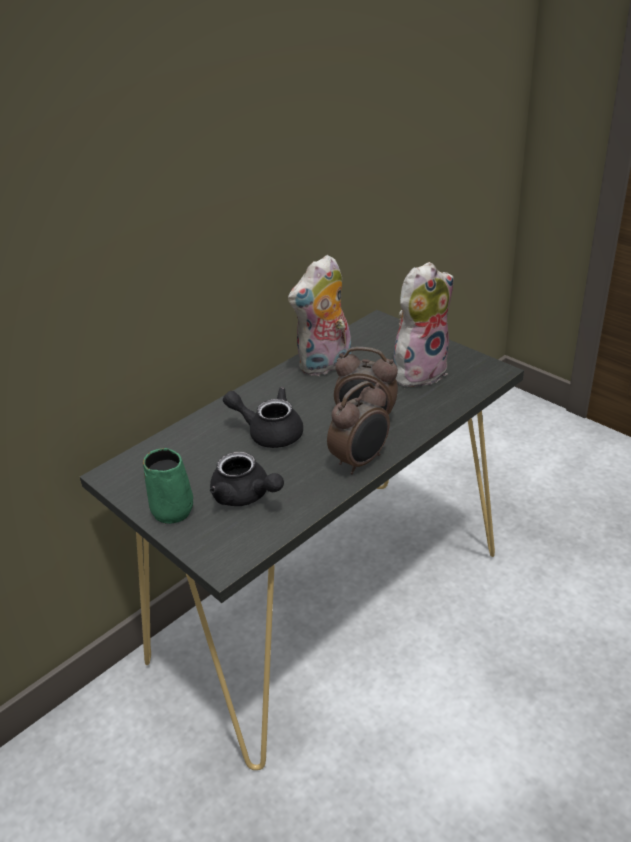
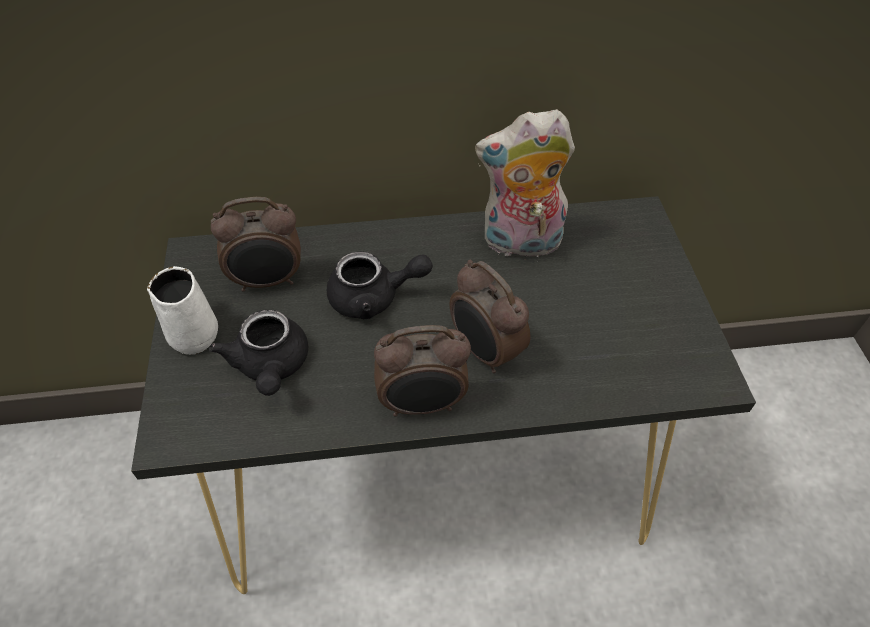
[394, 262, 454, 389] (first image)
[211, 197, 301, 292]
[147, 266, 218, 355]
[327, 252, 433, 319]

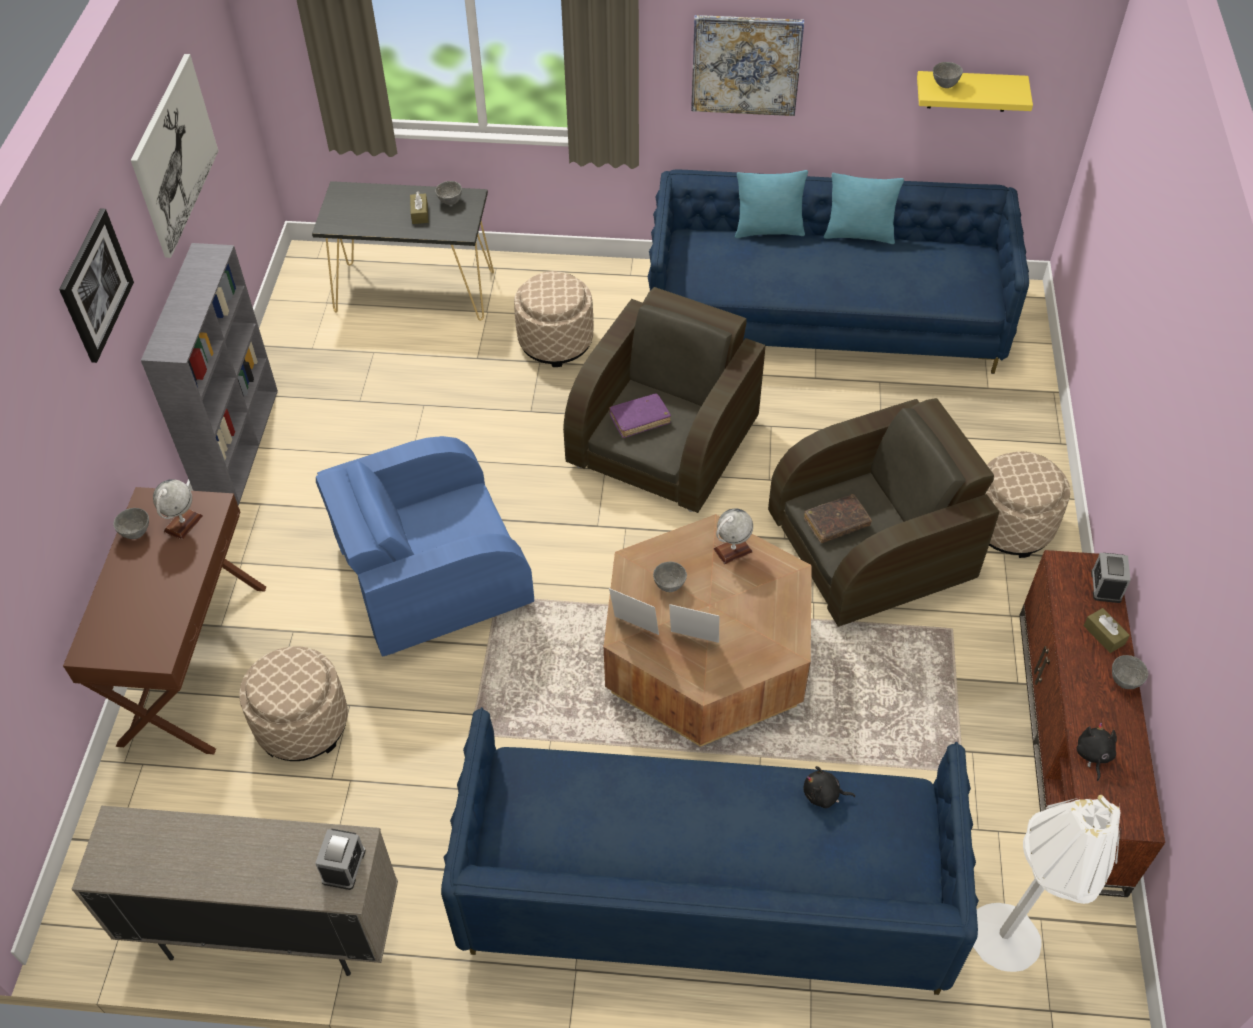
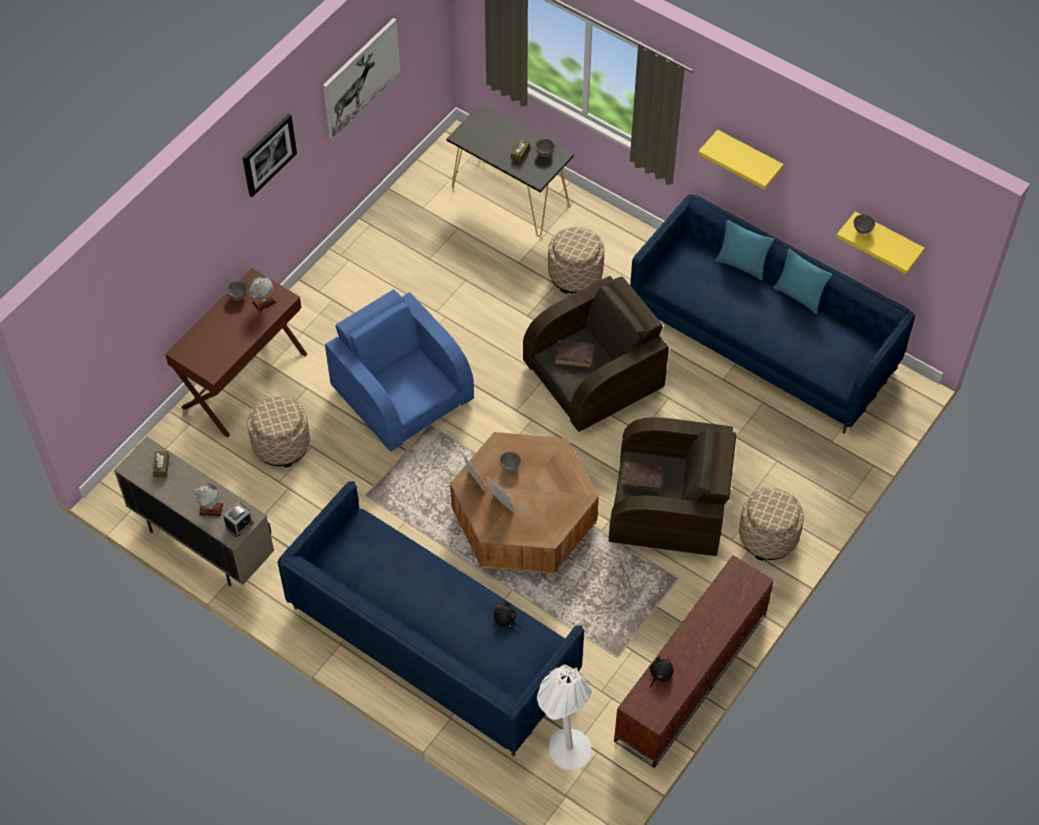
[141, 243, 278, 506] (first image)
[1091, 553, 1131, 603] (first image)
[1112, 655, 1148, 689] (first image)
[193, 484, 223, 516]
[153, 451, 169, 477]
[698, 130, 784, 189]
[555, 340, 594, 367]
[325, 289, 474, 452]

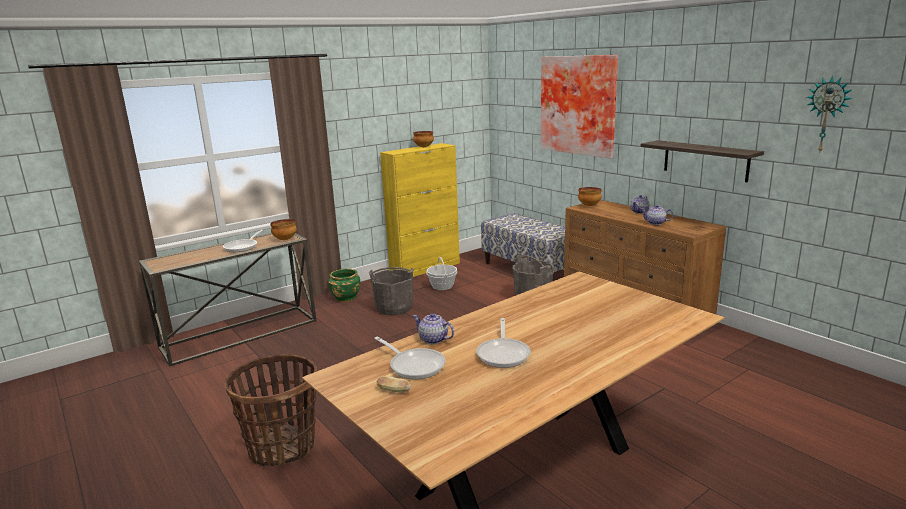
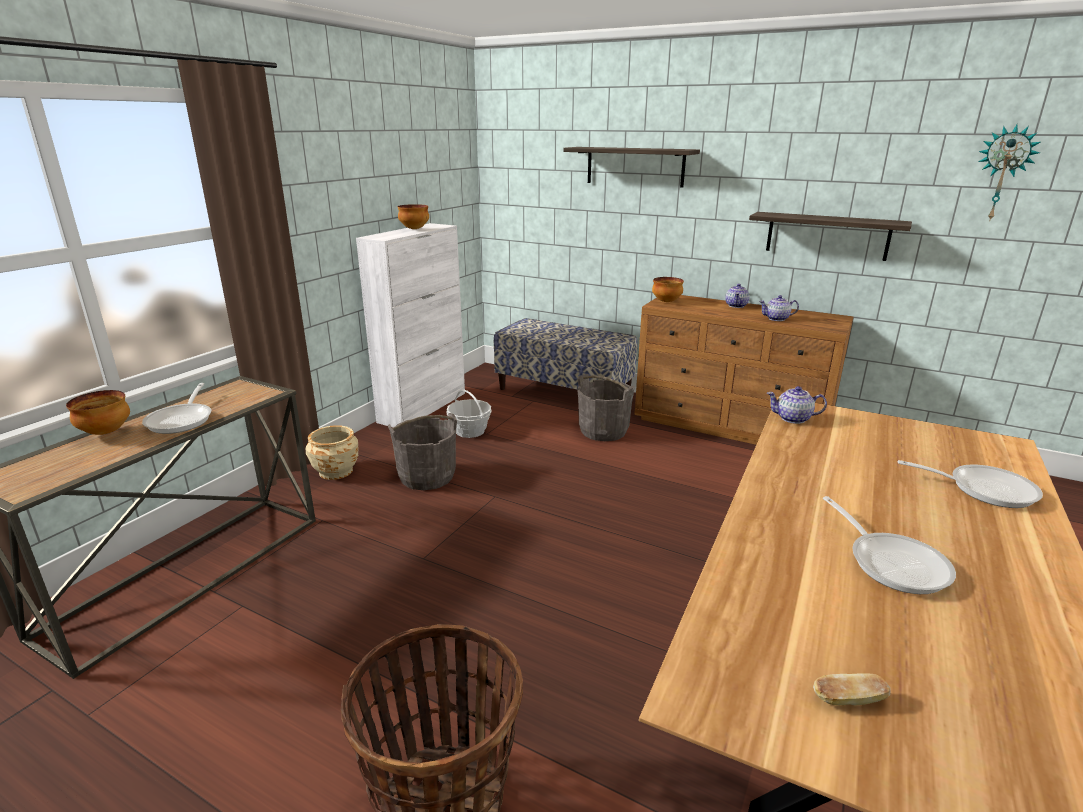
[66, 390, 130, 435]
[898, 460, 1043, 508]
[767, 386, 827, 424]
[563, 147, 700, 188]
[306, 425, 358, 480]
[356, 223, 465, 428]

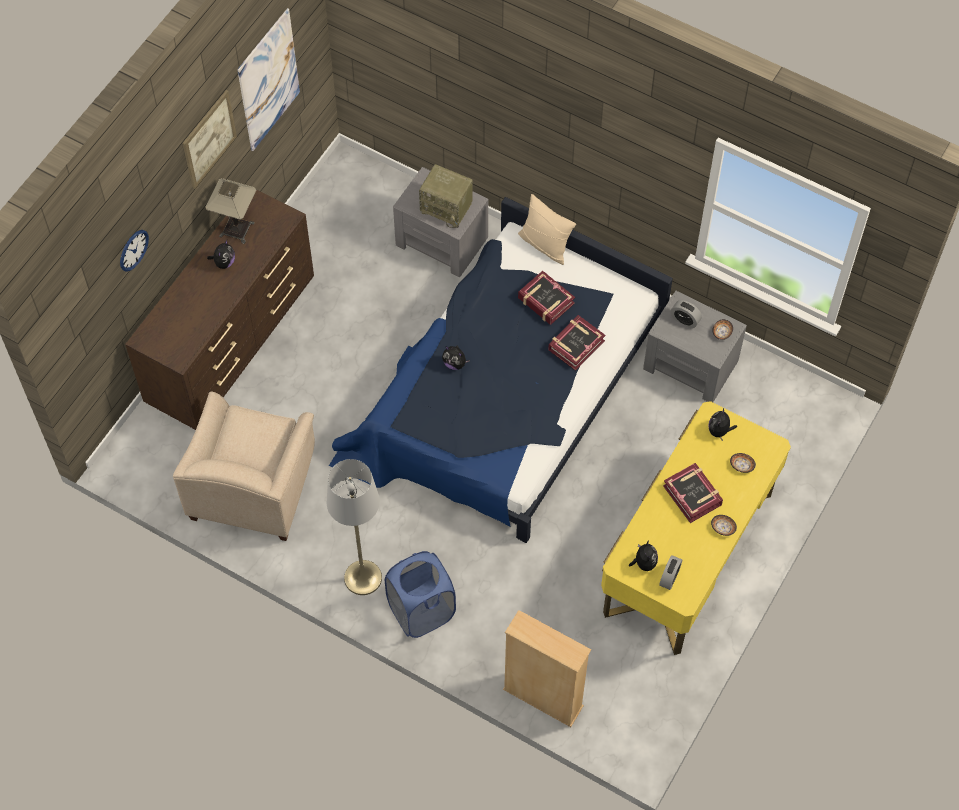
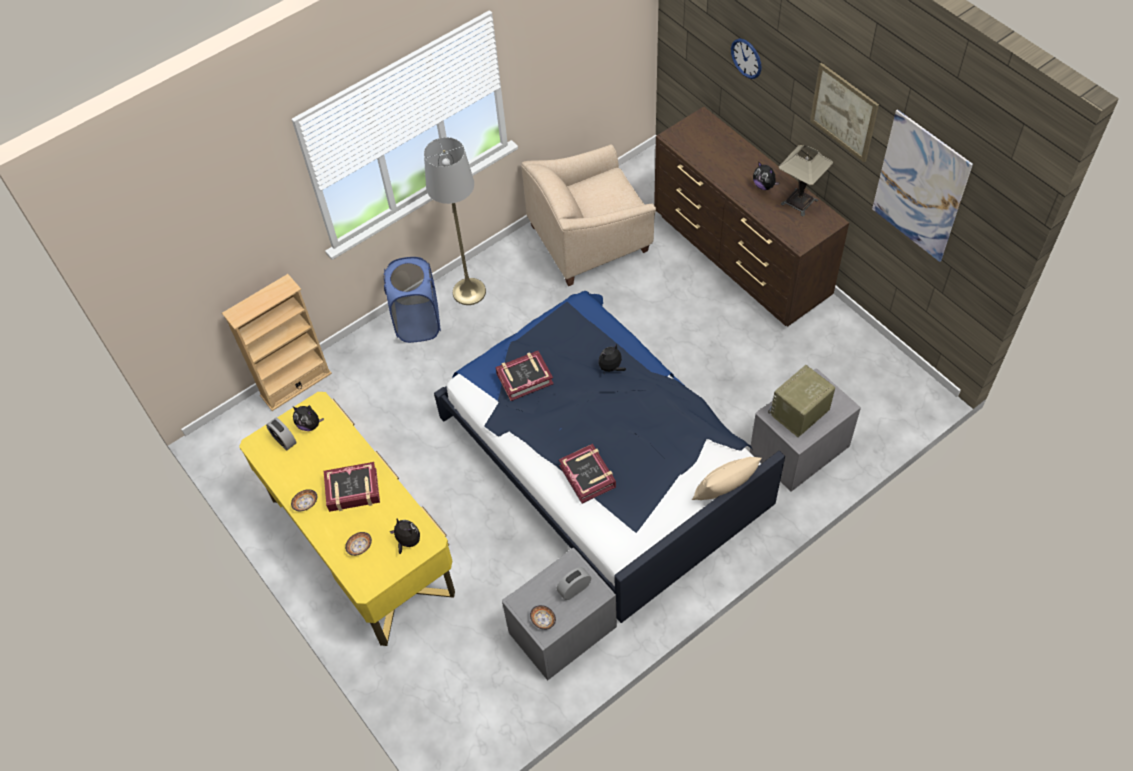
[496, 351, 554, 401]
[521, 144, 656, 286]

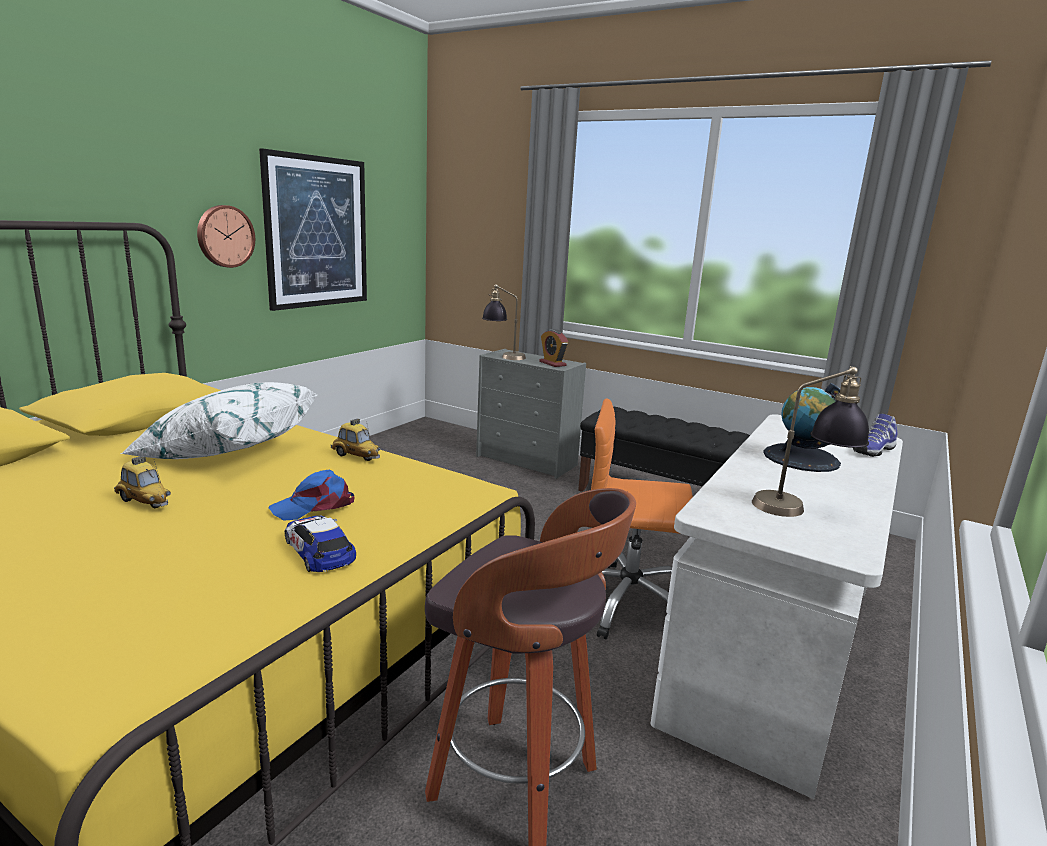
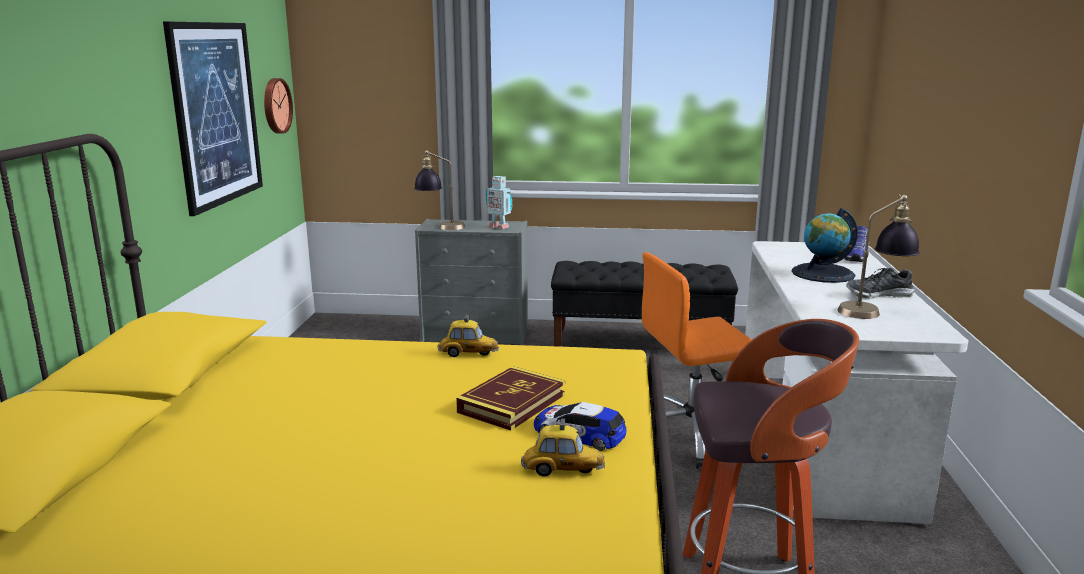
[120, 382, 317, 459] (first image)
[846, 268, 914, 299]
[521, 419, 605, 477]
[264, 78, 293, 134]
[456, 366, 565, 431]
[486, 176, 512, 229]

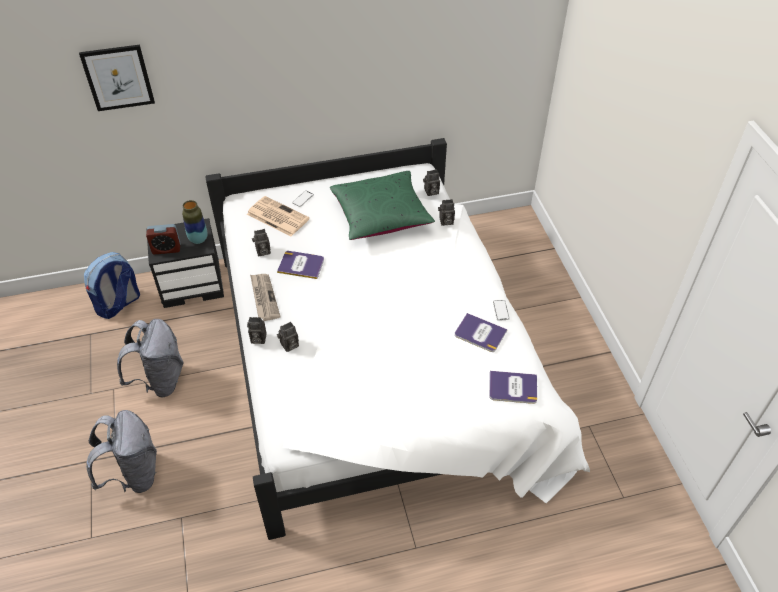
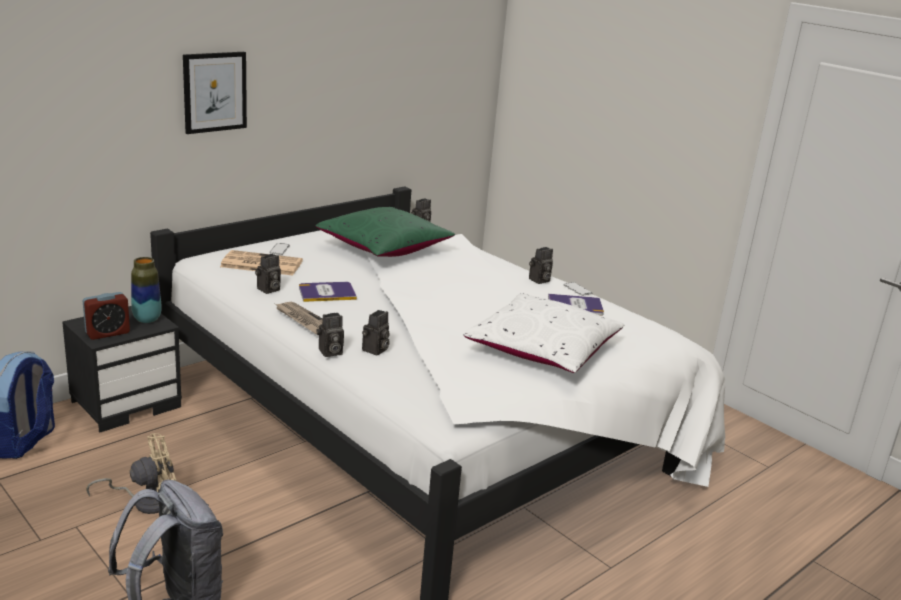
[489, 371, 537, 404] (first image)
[463, 293, 624, 373]
[183, 52, 247, 134]
[529, 247, 553, 284]
[86, 433, 176, 514]

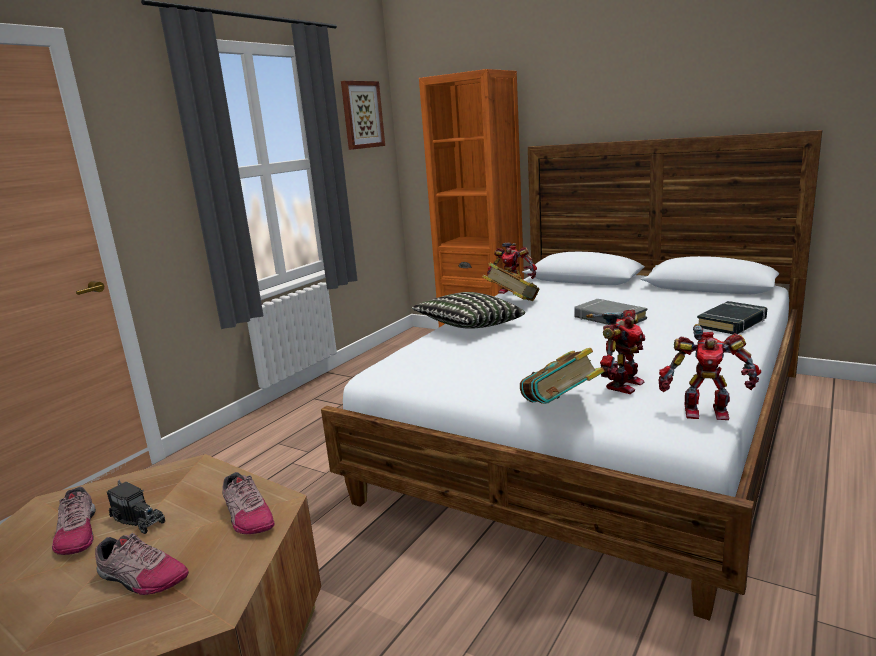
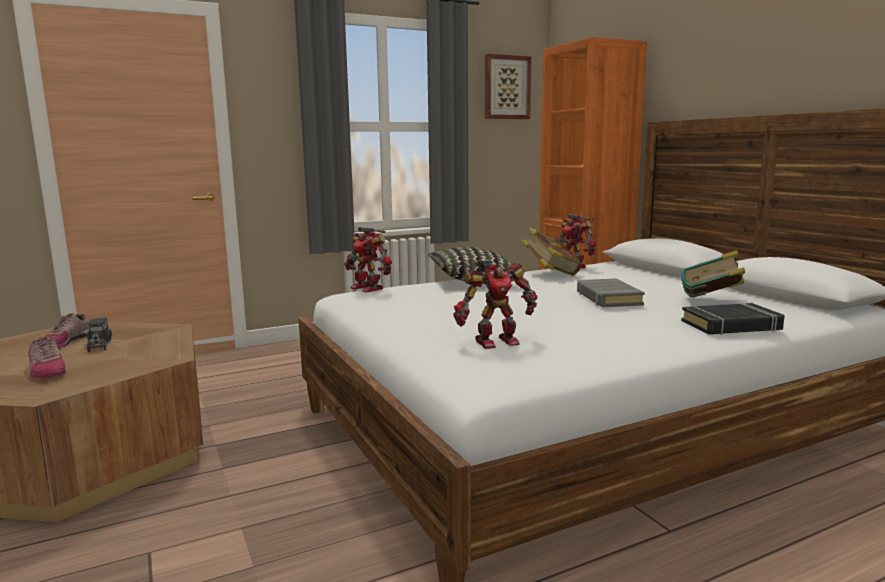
[222, 472, 275, 534] (first image)
[681, 250, 745, 297]
[344, 227, 392, 292]

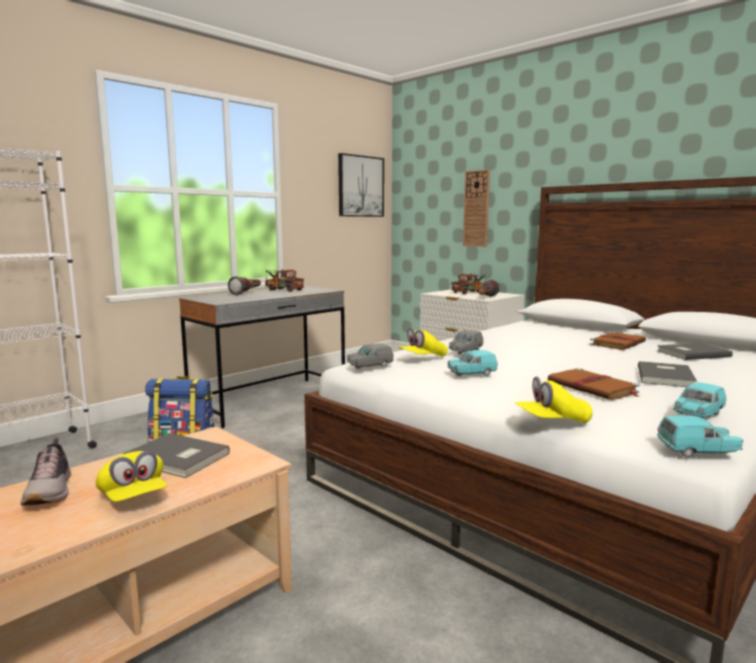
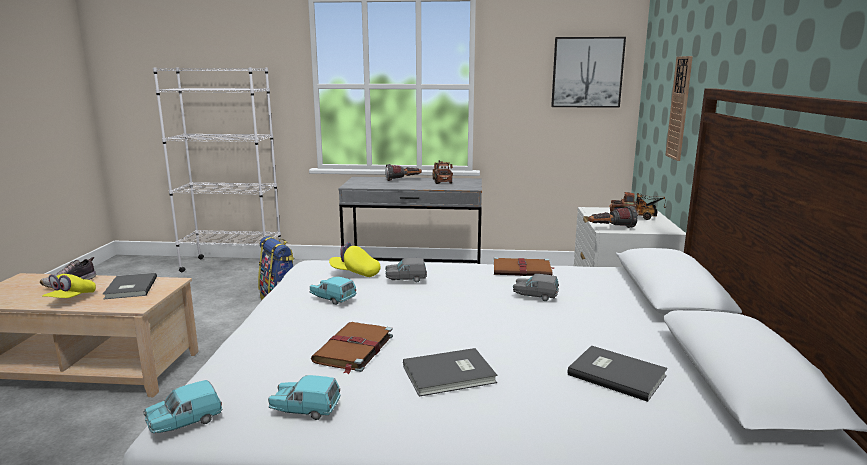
[516, 376, 593, 423] (first image)
[513, 274, 559, 301]
[494, 257, 555, 276]
[143, 380, 223, 433]

